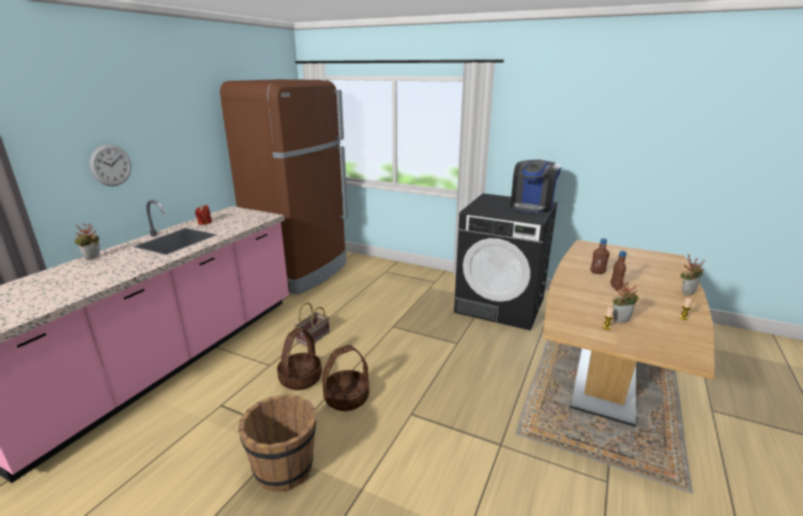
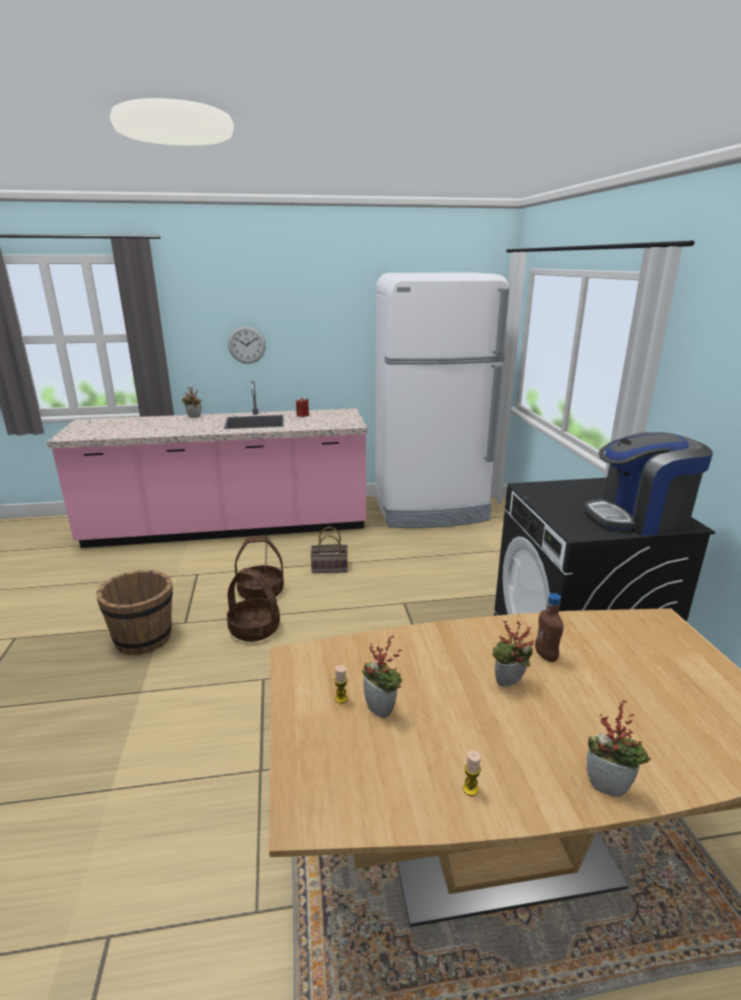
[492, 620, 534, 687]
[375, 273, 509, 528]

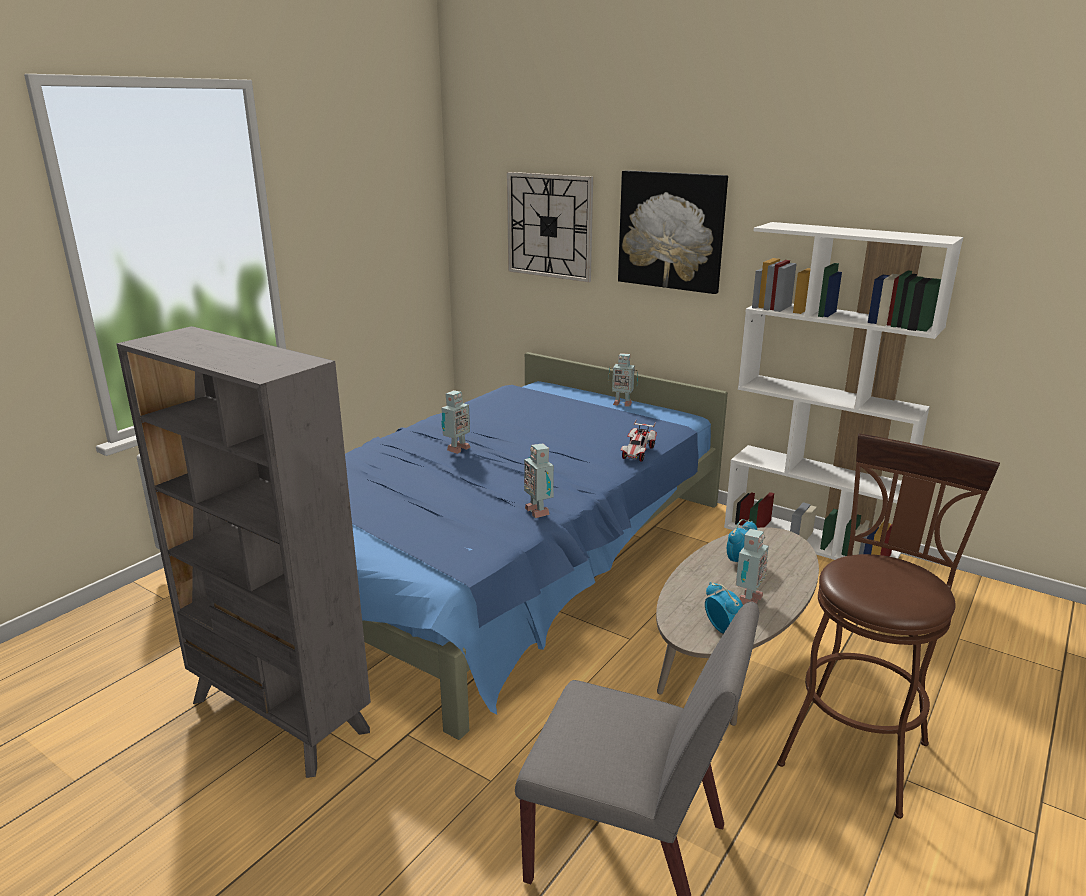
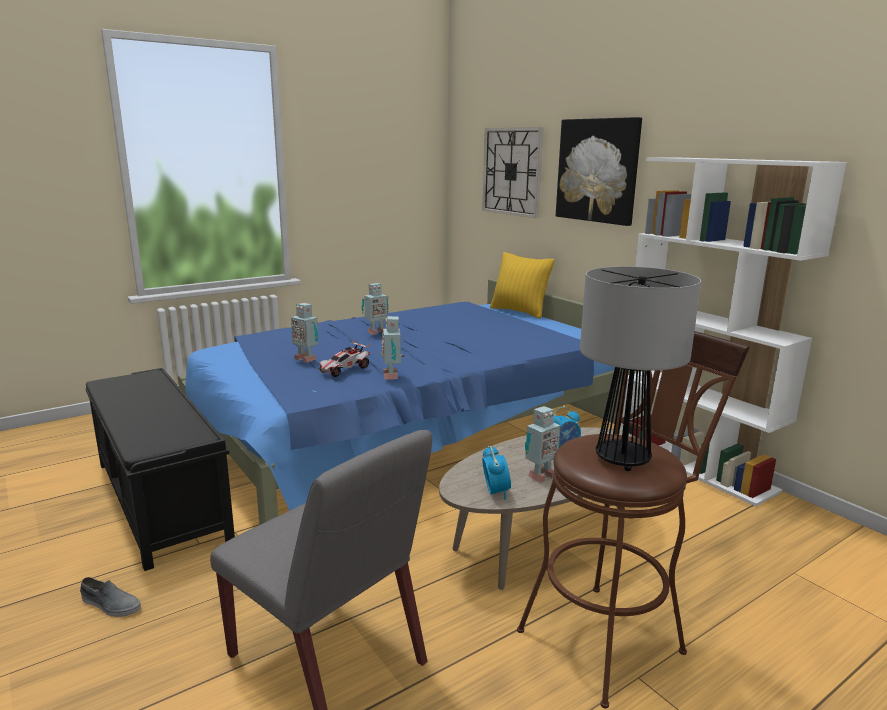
[80, 577, 141, 617]
[490, 252, 555, 318]
[580, 266, 701, 471]
[291, 303, 319, 363]
[318, 339, 371, 377]
[86, 368, 235, 571]

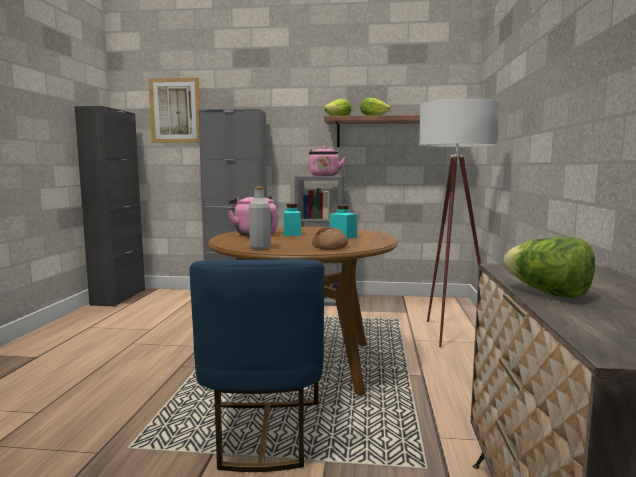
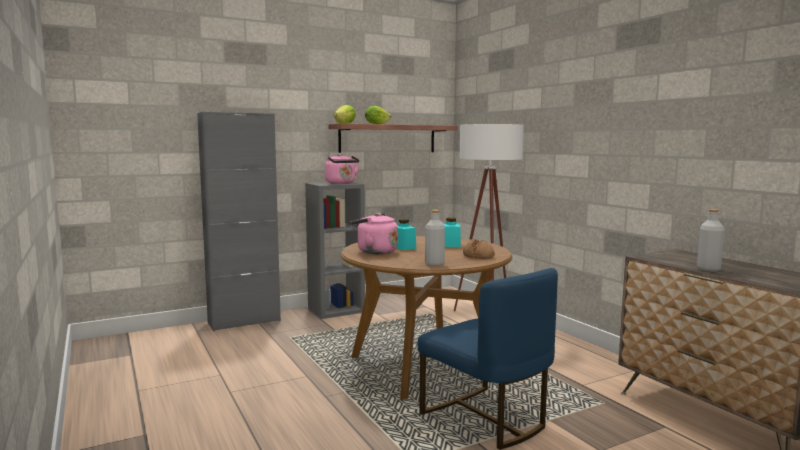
[74, 106, 145, 306] (first image)
[148, 78, 200, 143] (first image)
[697, 209, 724, 271]

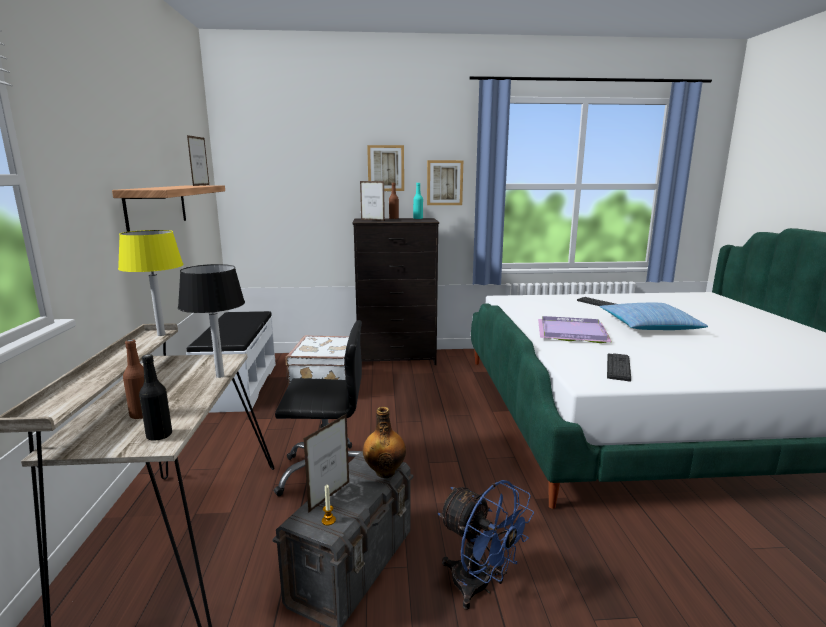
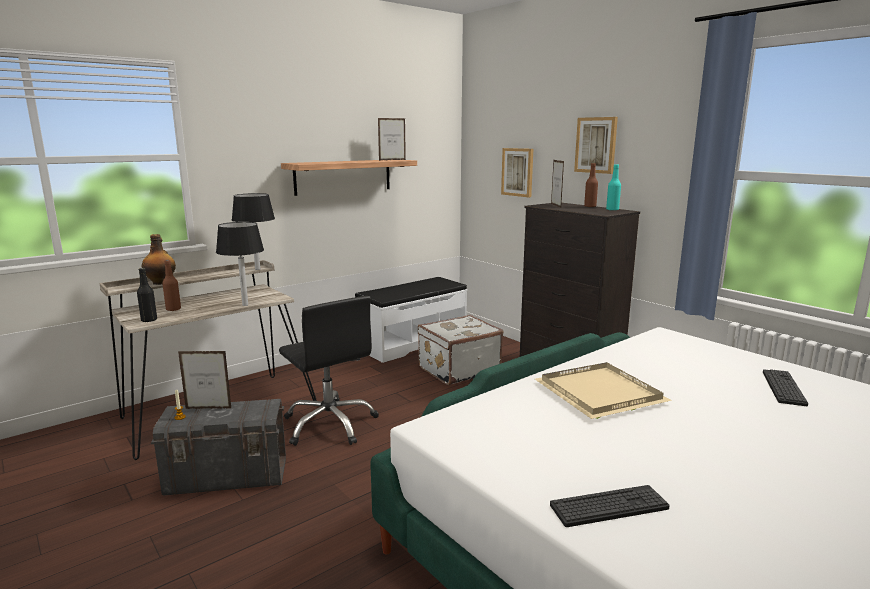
[438, 480, 534, 610] (first image)
[600, 303, 708, 330] (first image)
[141, 234, 176, 285]
[501, 148, 533, 197]
[550, 485, 670, 527]
[232, 193, 275, 270]
[535, 362, 672, 419]

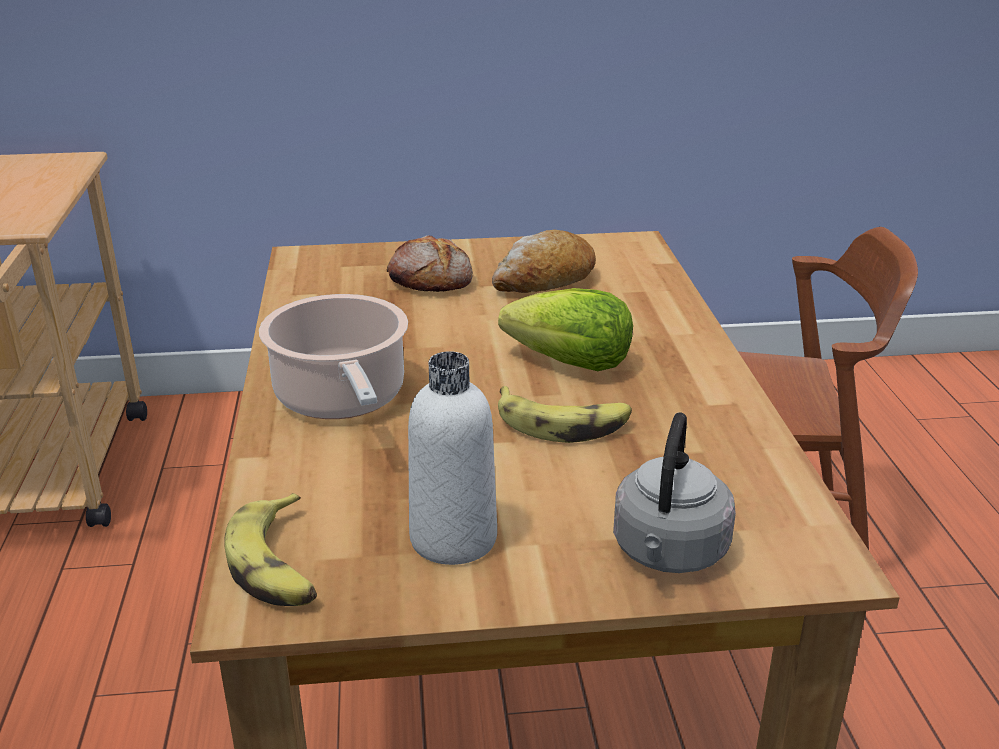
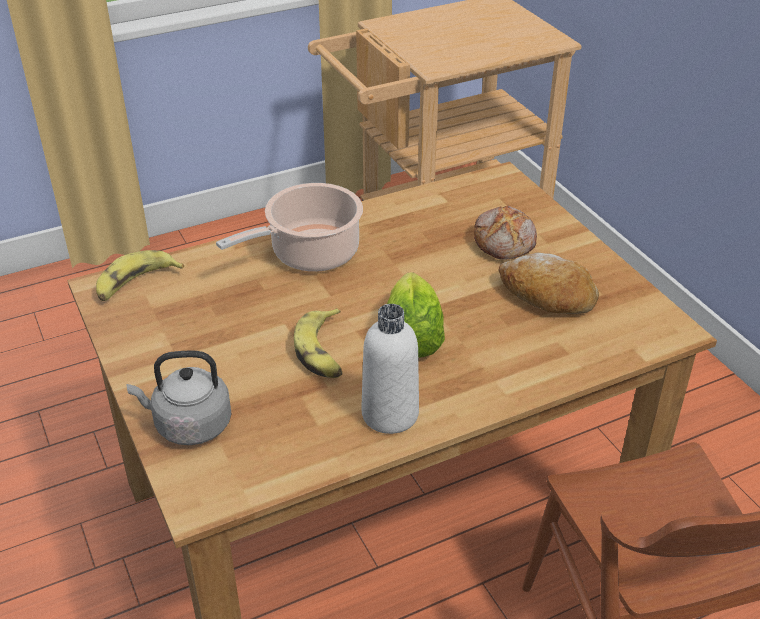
[362, 304, 419, 434]

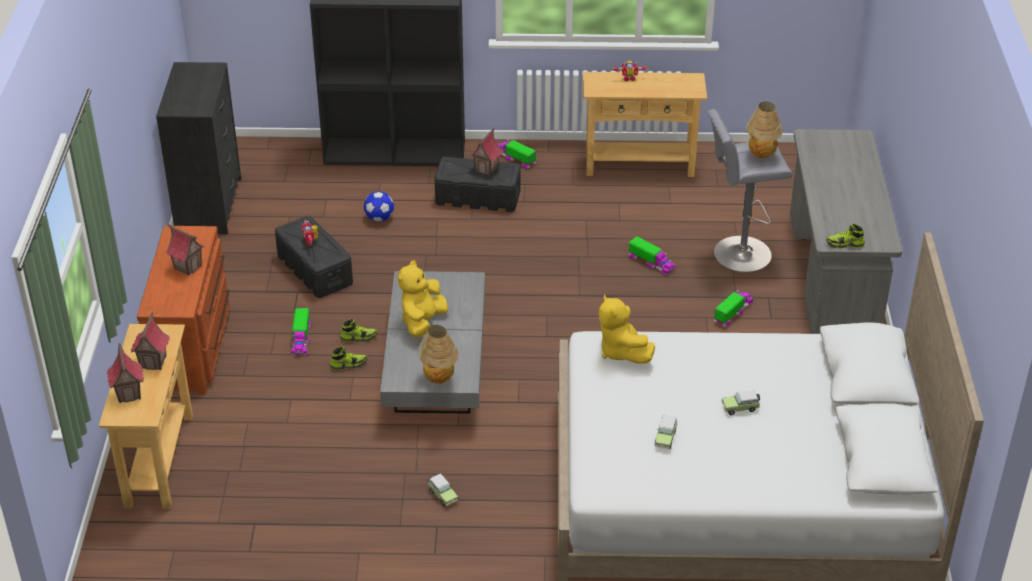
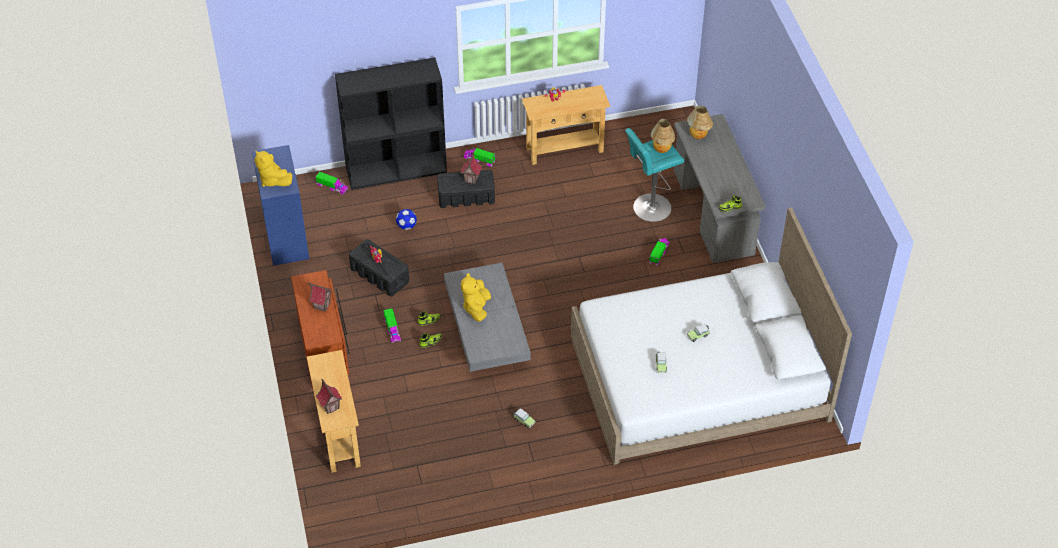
[131, 311, 170, 370] (first image)
[687, 105, 713, 139]
[255, 151, 292, 187]
[316, 172, 348, 195]
[252, 145, 309, 266]
[625, 128, 684, 222]

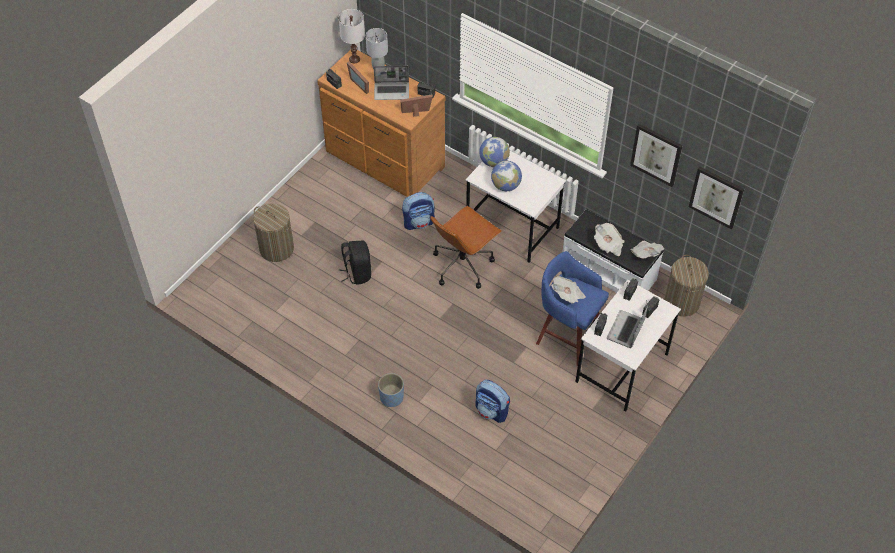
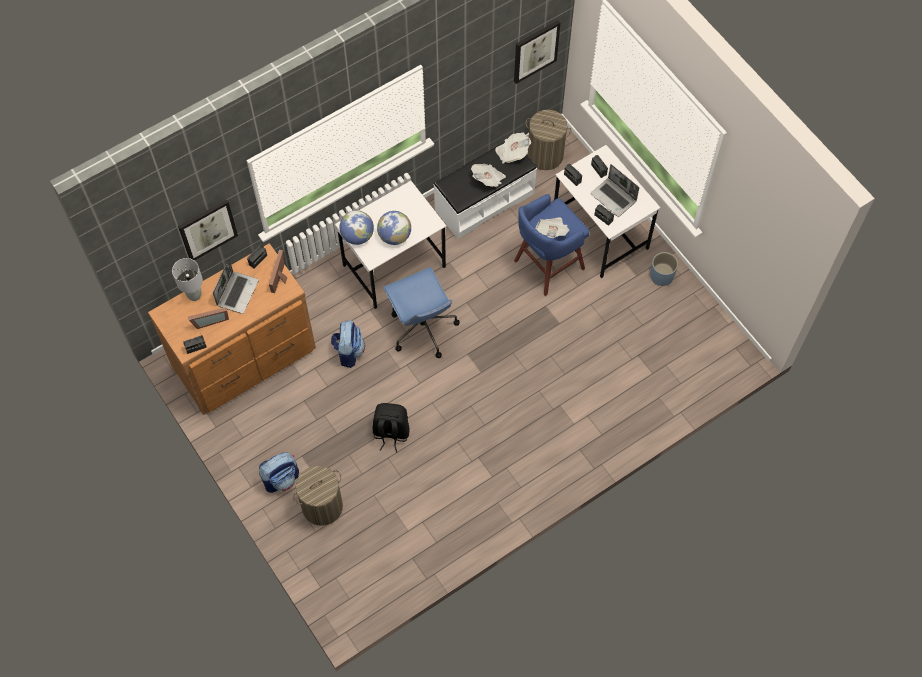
[339, 9, 365, 63] (first image)
[650, 252, 678, 286]
[259, 452, 299, 493]
[178, 199, 238, 261]
[383, 267, 460, 358]

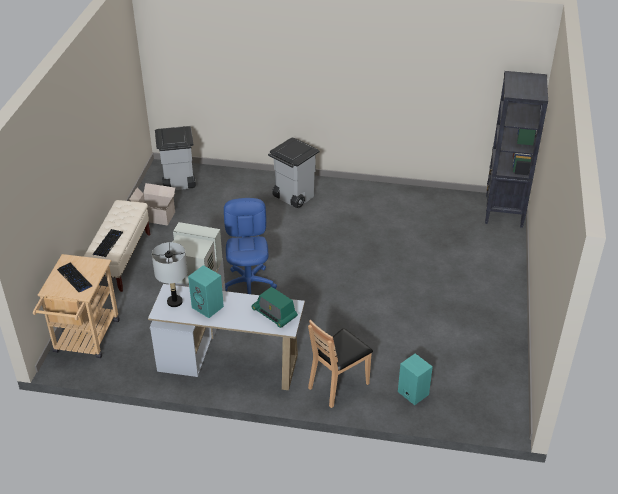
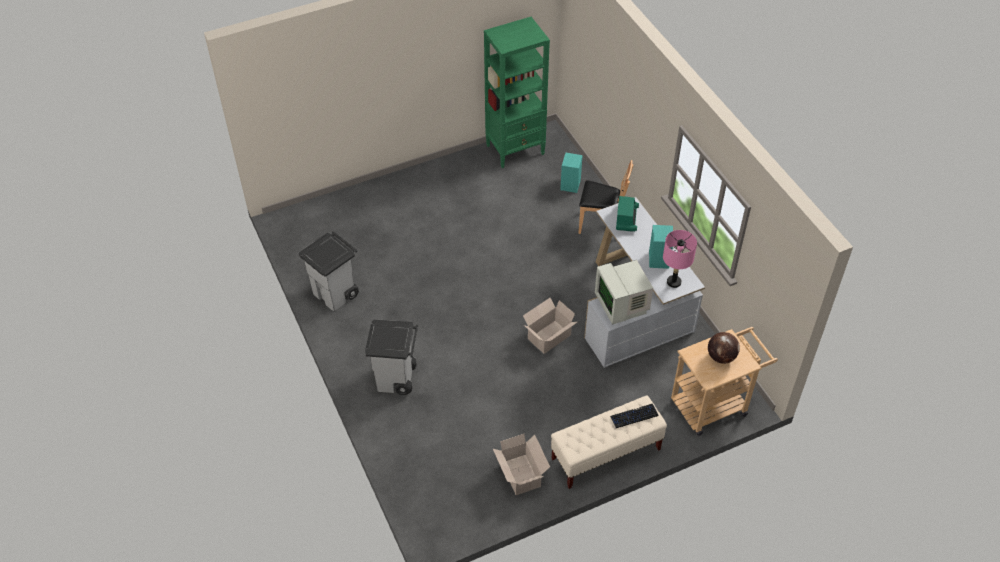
[485, 71, 548, 228] (first image)
[484, 17, 550, 168]
[298, 231, 359, 311]
[708, 332, 740, 364]
[523, 298, 577, 354]
[663, 230, 697, 288]

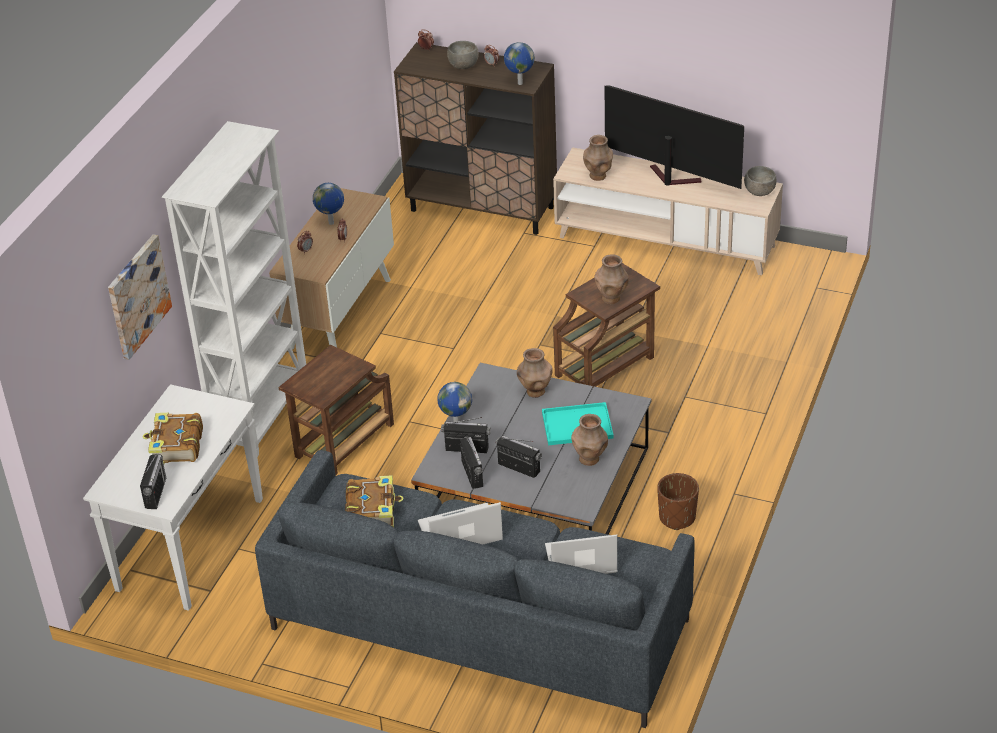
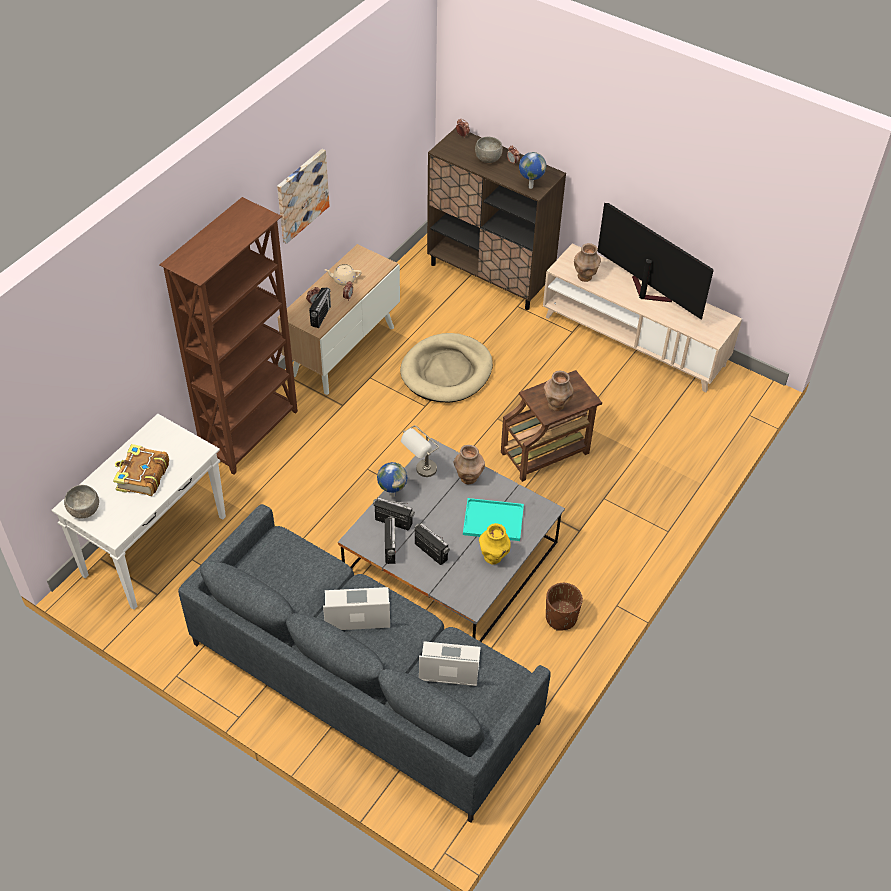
[279, 345, 394, 475] (first image)
[345, 475, 404, 527] (first image)
[400, 333, 493, 402]
[401, 425, 439, 477]
[277, 149, 329, 244]
[309, 288, 331, 328]
[64, 485, 99, 519]
[325, 264, 362, 286]
[159, 197, 298, 475]
[479, 523, 511, 564]

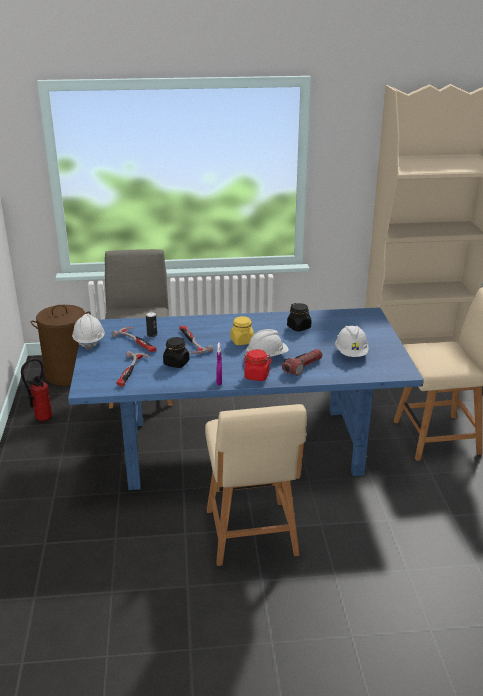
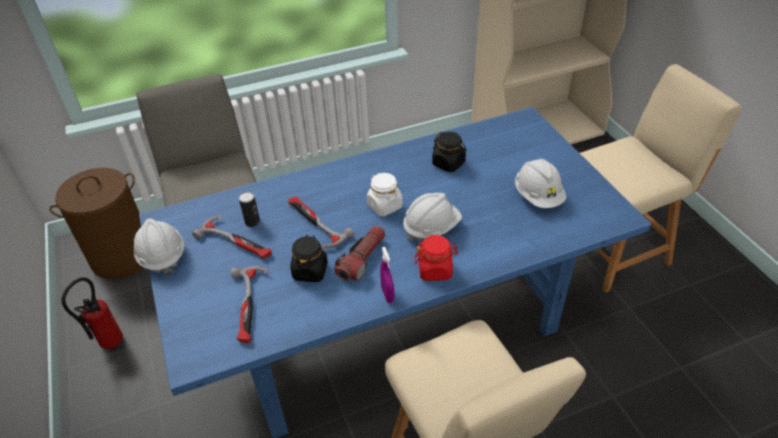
[335, 226, 386, 281]
[367, 173, 403, 216]

